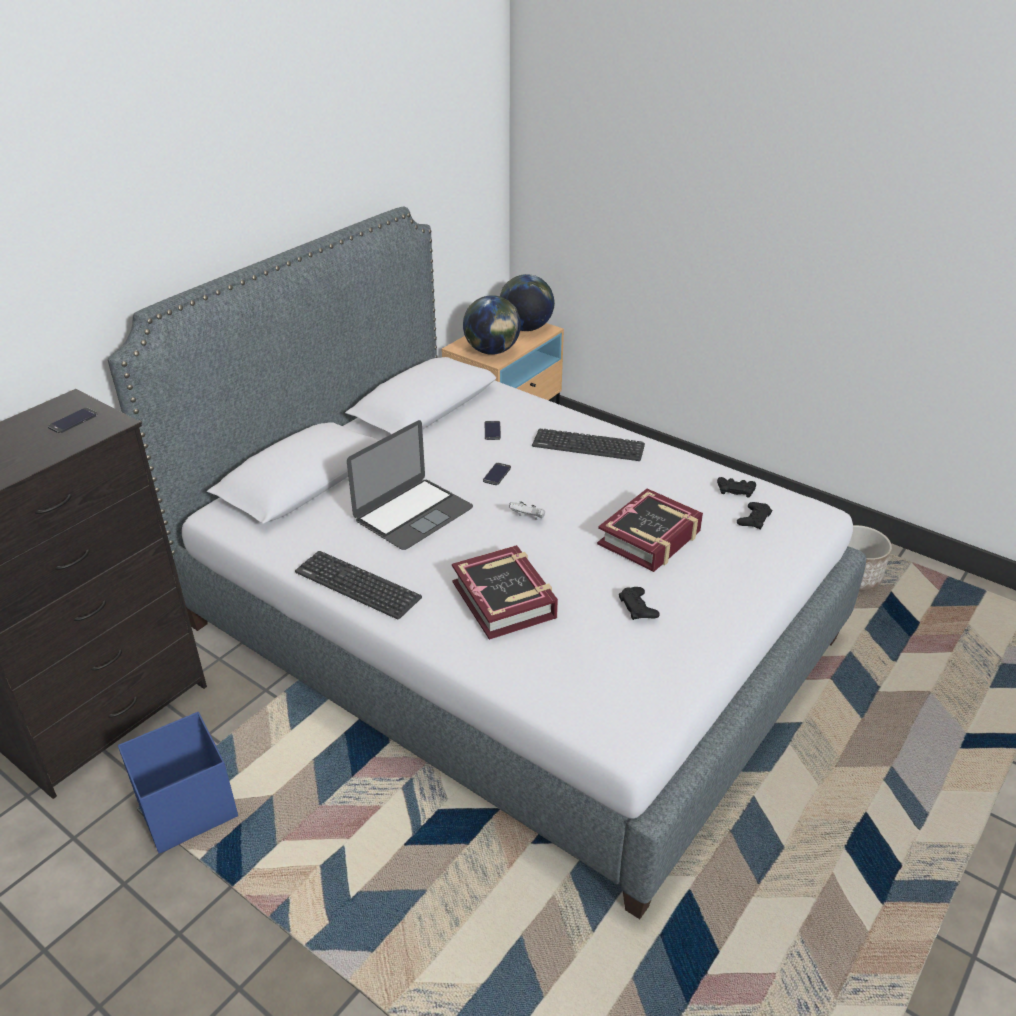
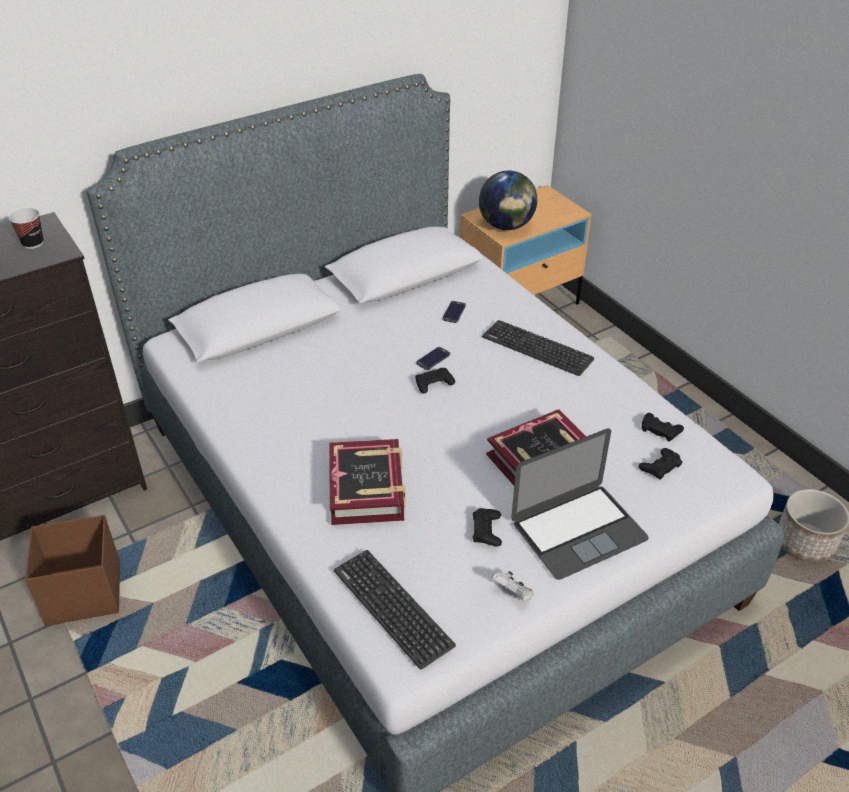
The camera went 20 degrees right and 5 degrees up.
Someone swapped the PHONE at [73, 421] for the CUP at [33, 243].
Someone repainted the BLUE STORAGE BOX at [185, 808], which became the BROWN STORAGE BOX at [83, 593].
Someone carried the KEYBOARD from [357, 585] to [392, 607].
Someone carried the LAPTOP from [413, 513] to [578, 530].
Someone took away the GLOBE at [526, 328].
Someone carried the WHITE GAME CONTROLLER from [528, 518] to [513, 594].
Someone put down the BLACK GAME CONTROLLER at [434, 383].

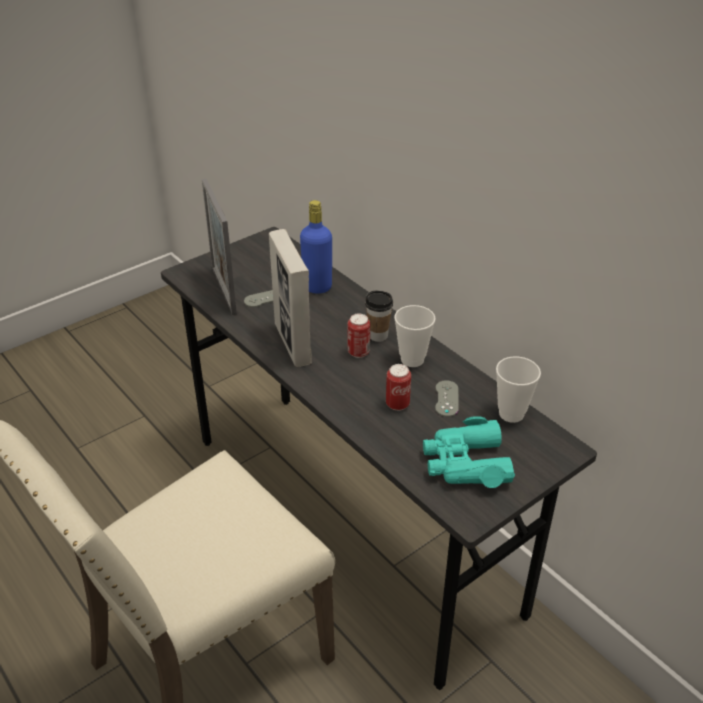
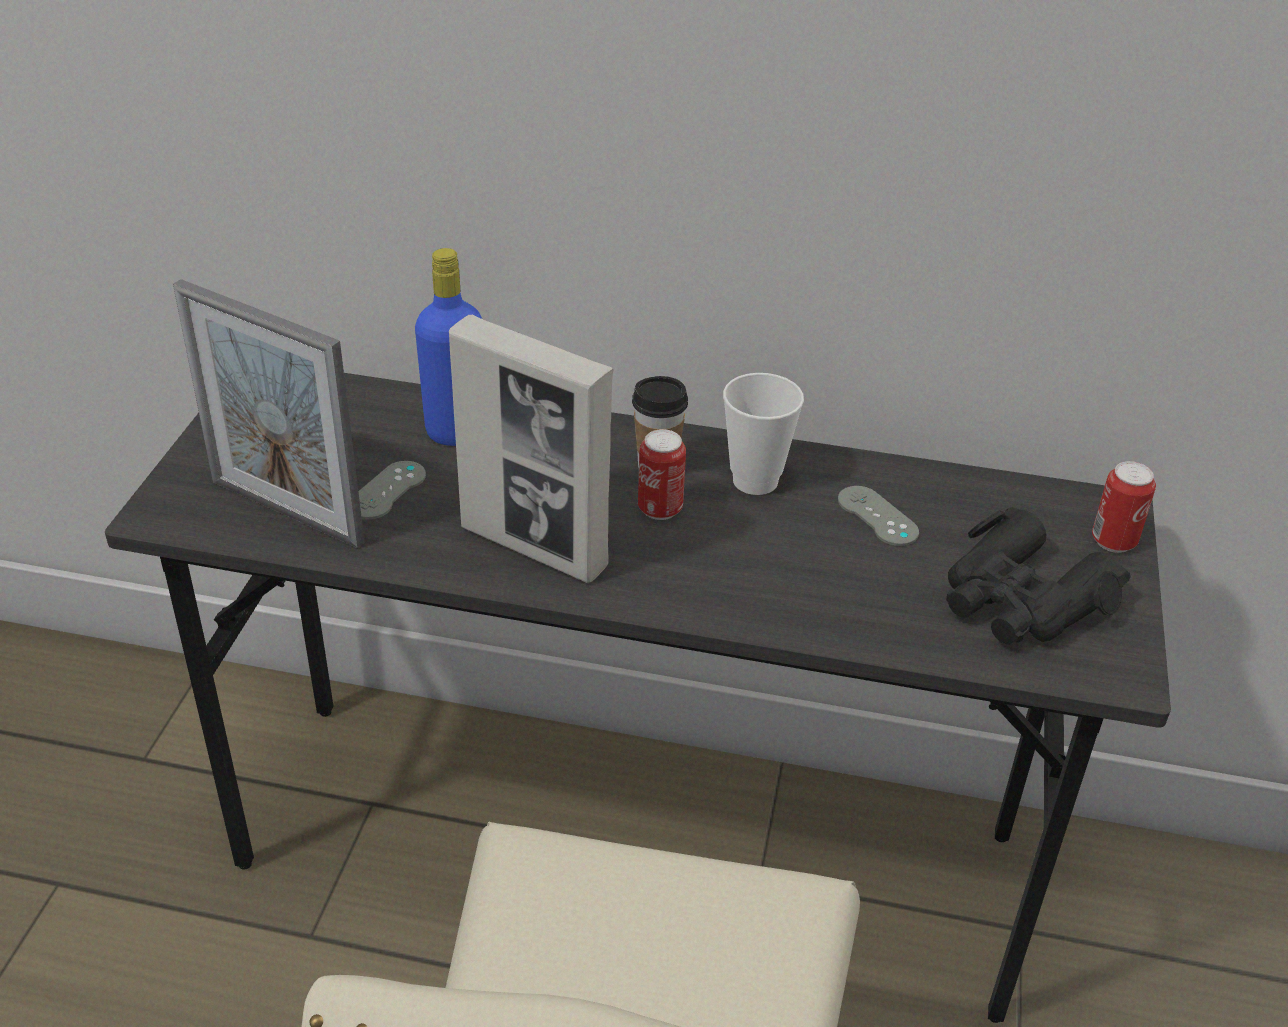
The camera went 40 degrees left and 0 degrees up.
Someone carried the CAN from [397, 404] to [1113, 541].
Someone repainted the TURQUOISE BINOCULARS at [465, 463], which became the BLACK BINOCULARS at [1021, 600].
Someone took away the CUP at [511, 414].

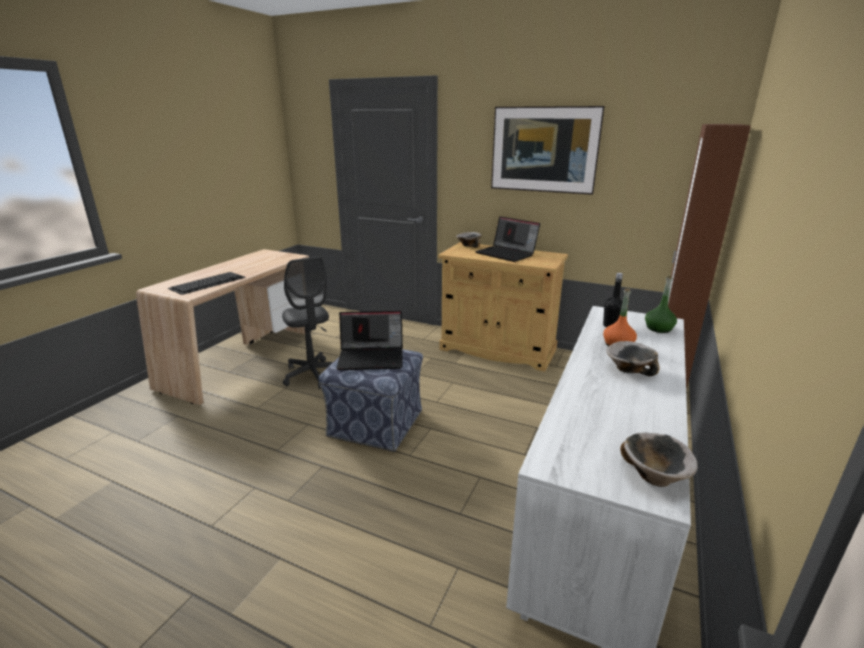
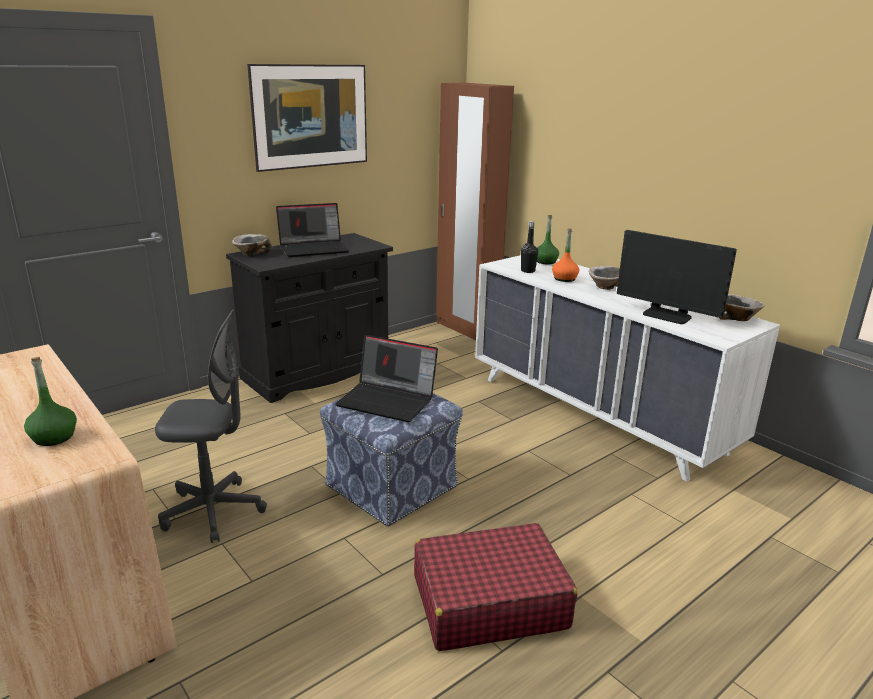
The camera went 65 degrees left and 0 degrees up.
Someone swapped the KEYBOARD at [208, 282] for the GREEN BOTTLE at [54, 437].
Someone rotated the LAPTOP at [372, 357] by 90 degrees clockwise.
Someone repainted the BEIGE CABINET at [497, 349], which became the BLACK CABINET at [317, 372].
Someone put down the RED SUITCASE at [488, 602].
Someone put down the MONITOR at [667, 316].

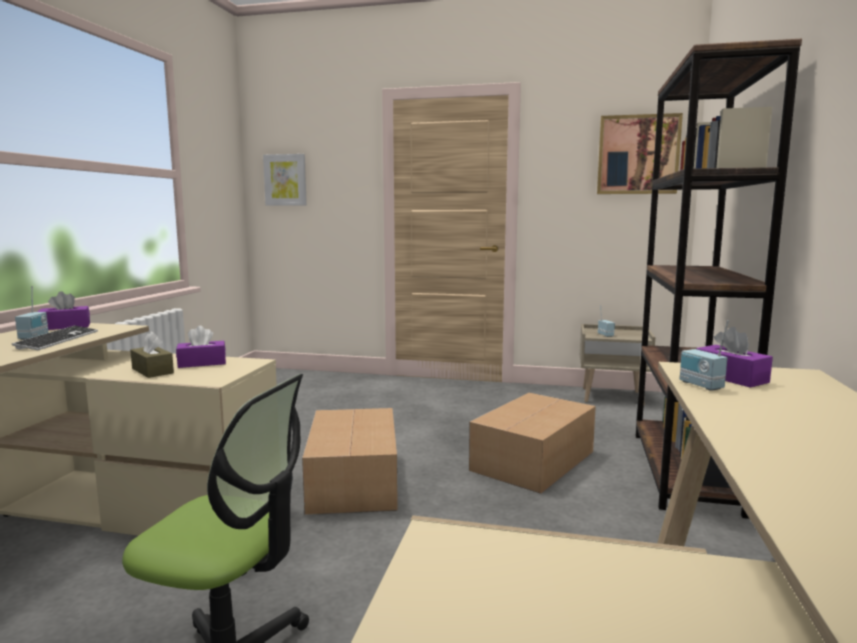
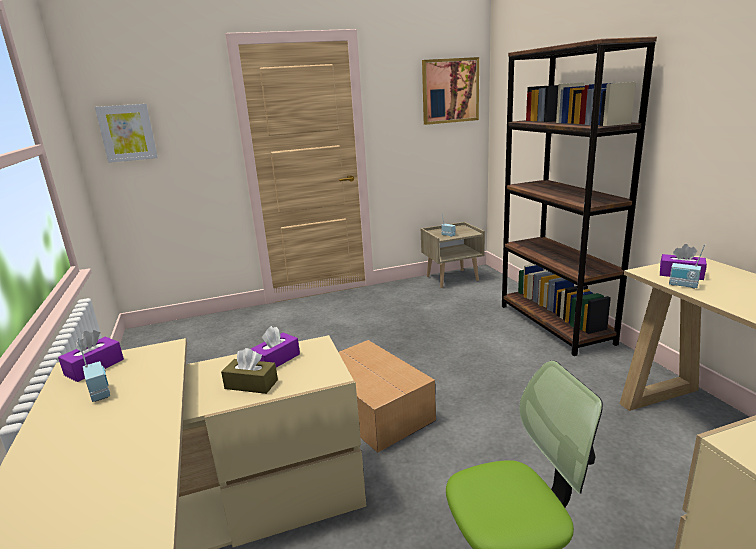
The camera went 30 degrees left and 10 degrees up.
Someone took away the KEYBOARD at [58, 340].
Someone took away the CARDBOARD BOX at [535, 460].

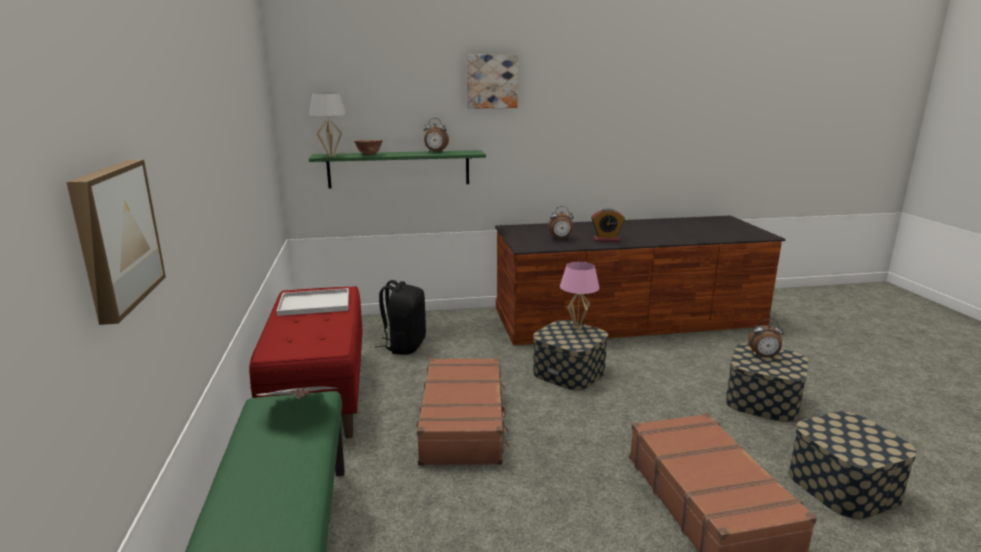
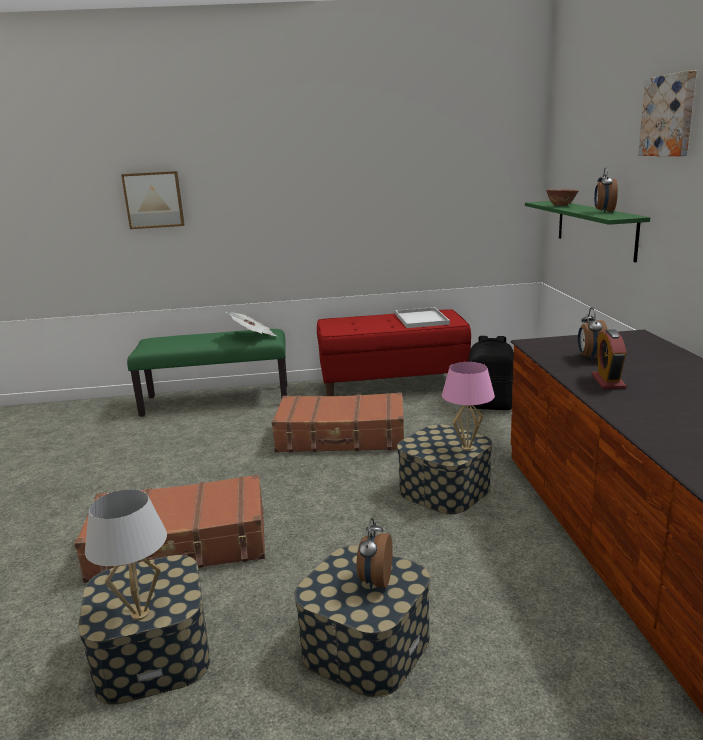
The camera went 95 degrees right and 0 degrees up.
Someone carried the WHITE TABLE LAMP from [331, 155] to [141, 614].

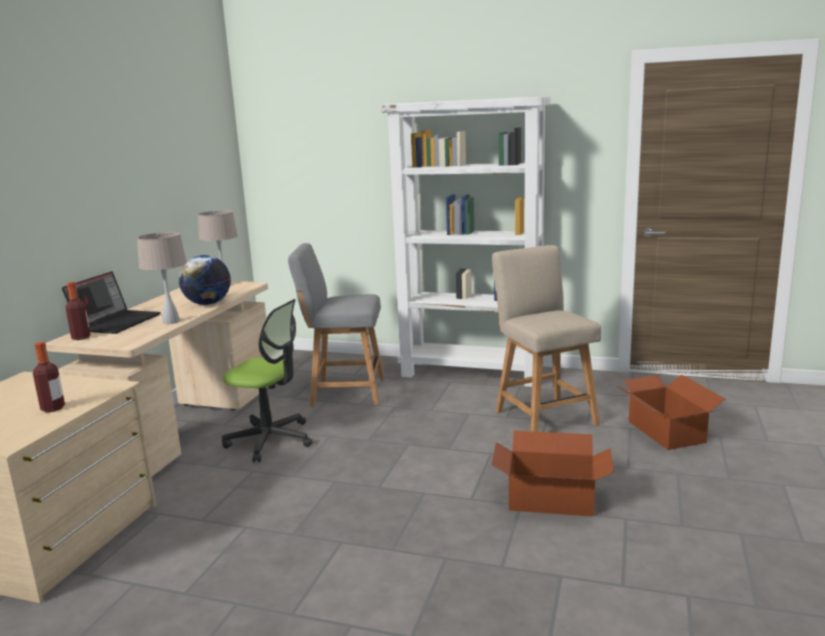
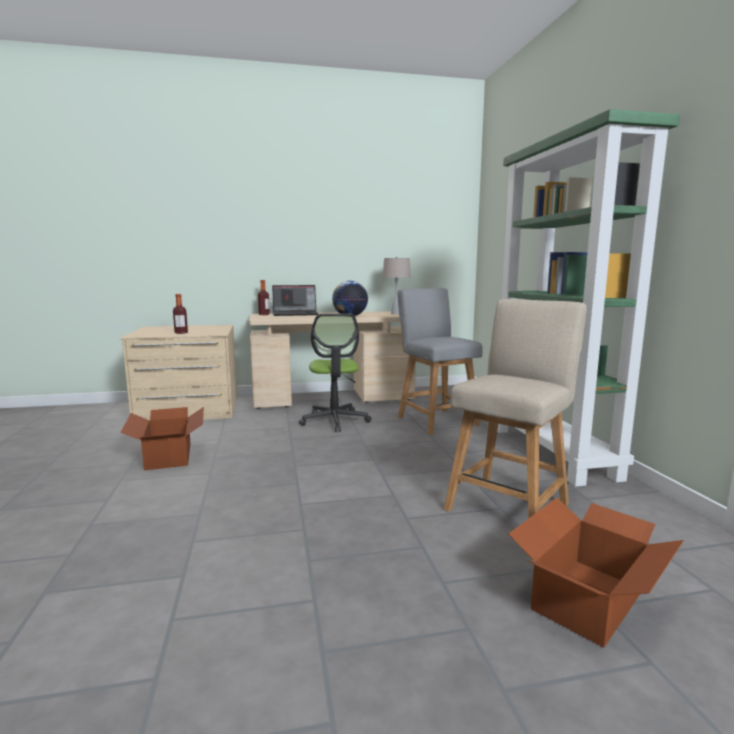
The camera went 60 degrees right and 5 degrees down.
Someone took away the BEIGE TABLE LAMP at [171, 321].
Someone repainted the WHITE BOOKCASE at [473, 373], which became the GREEN BOOKCASE at [553, 452].
Someone carried the CARDBOARD BOX from [552, 500] to [168, 456].

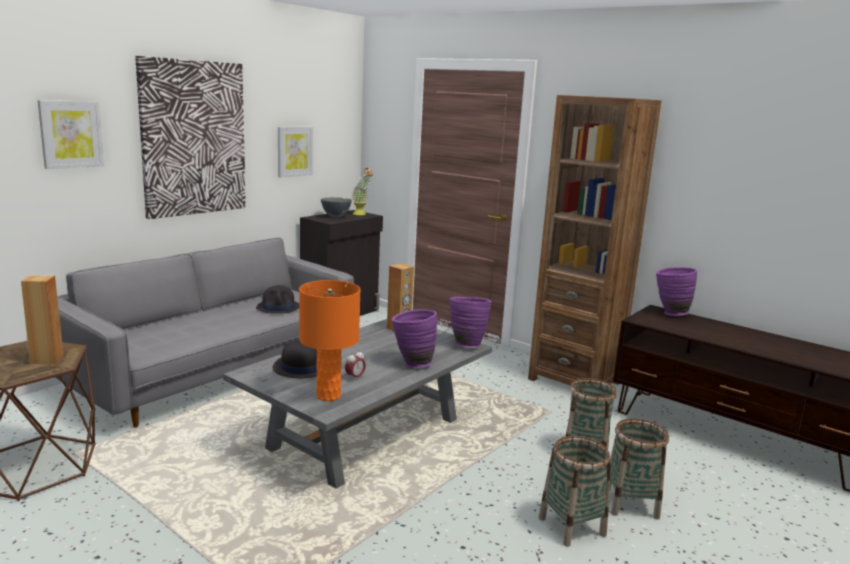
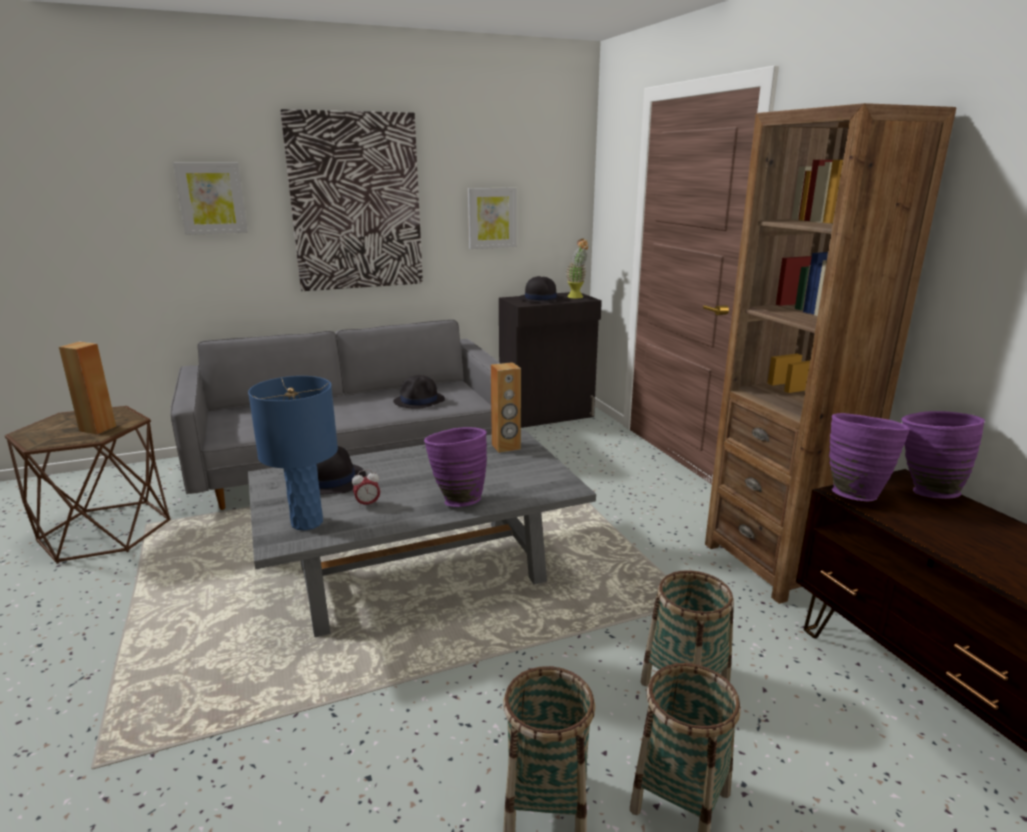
The camera went 30 degrees right and 5 degrees up.
Someone repainted the ORANGE TABLE LAMP at [328, 396], which became the BLUE TABLE LAMP at [306, 523].
Someone swapped the GREY BOWL at [336, 217] for the BLACK HAT at [540, 299].
Someone carried the PURPLE VASE from [466, 344] to [854, 493].

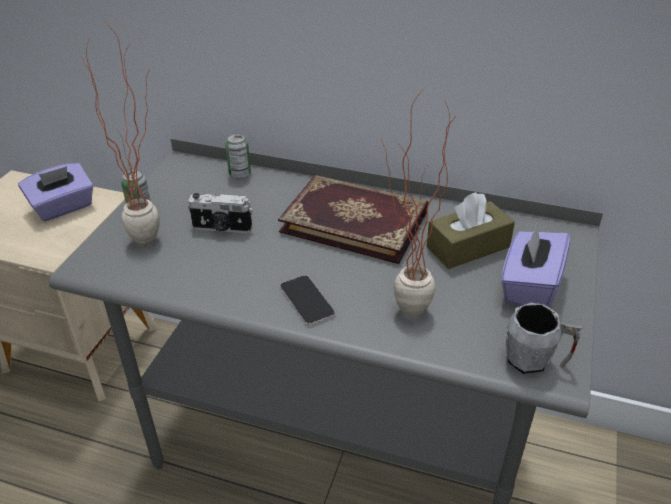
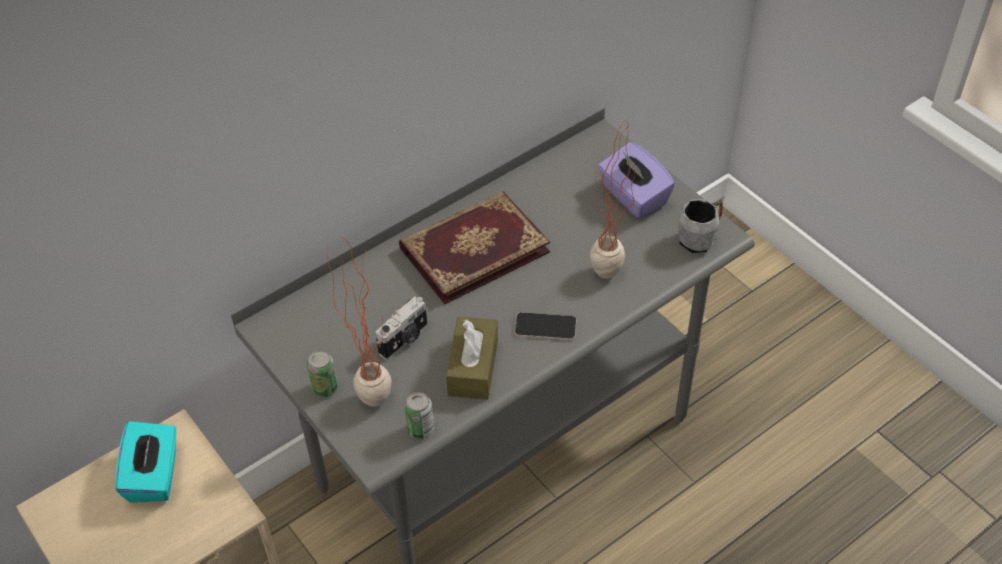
The camera went 55 degrees left and 10 degrees up.
Someone repainted the PURPLE TISSUE BOX at [63, 207], which became the TURQUOISE TISSUE BOX at [154, 476].
Someone carried the CAN from [240, 174] to [421, 430].
Someone carried the BROWN TISSUE BOX from [468, 247] to [473, 367].

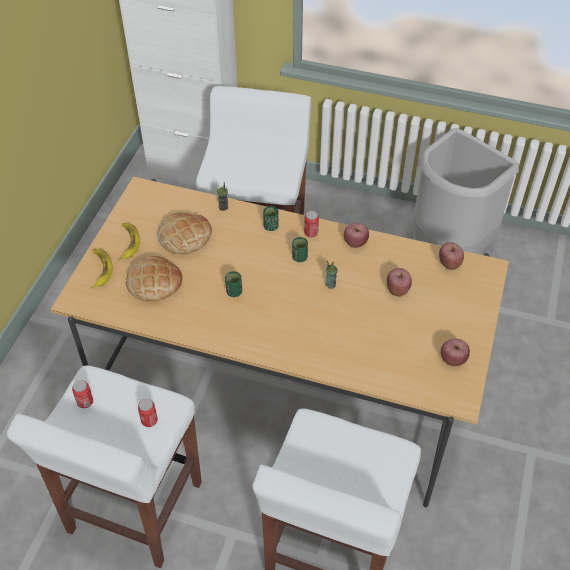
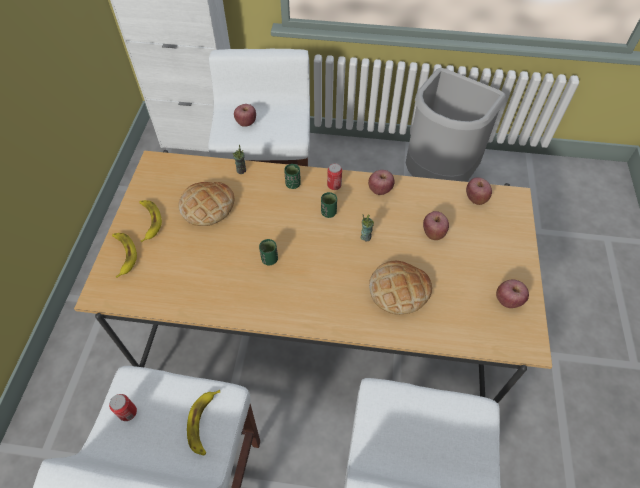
The camera went 10 degrees left and 5 degrees up.
Someone carried the BREAD from [154, 282] to [399, 290].
Someone swapped the CAN at [149, 420] for the BANANA at [204, 423].
Someone put down the APPLE at [246, 122].

